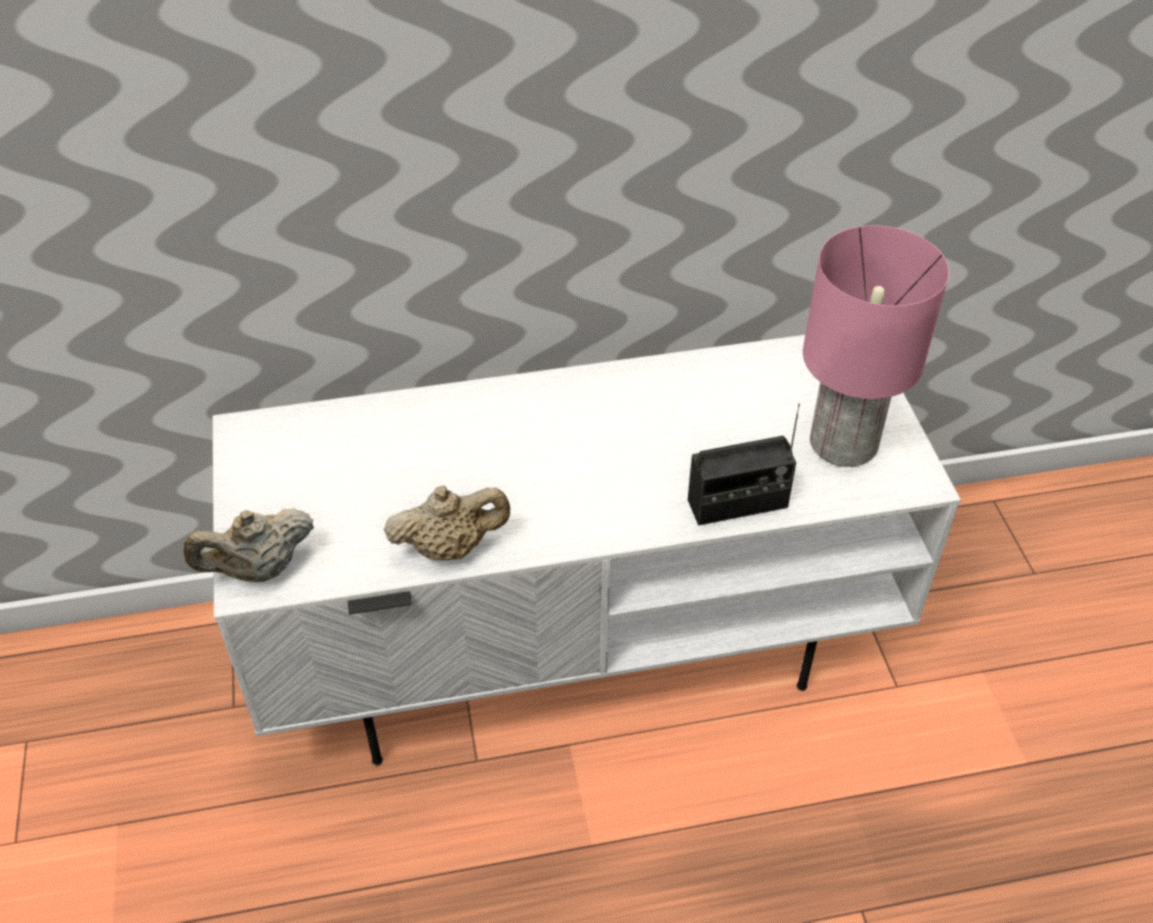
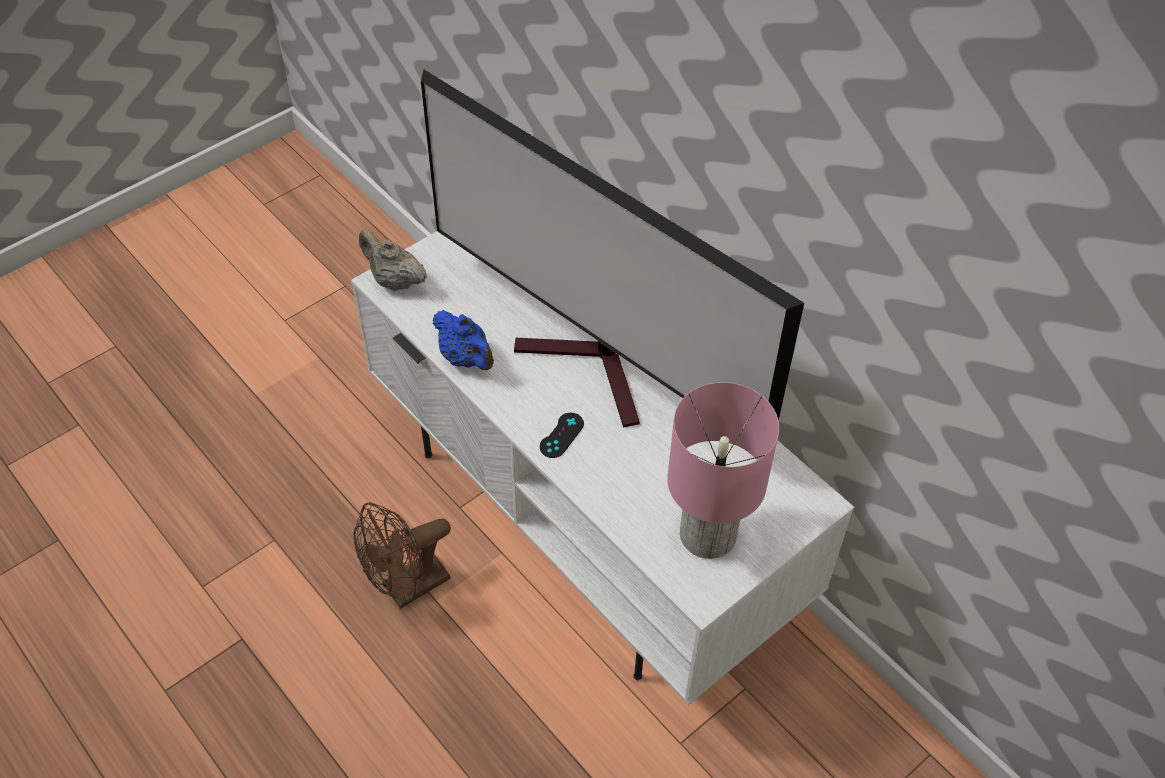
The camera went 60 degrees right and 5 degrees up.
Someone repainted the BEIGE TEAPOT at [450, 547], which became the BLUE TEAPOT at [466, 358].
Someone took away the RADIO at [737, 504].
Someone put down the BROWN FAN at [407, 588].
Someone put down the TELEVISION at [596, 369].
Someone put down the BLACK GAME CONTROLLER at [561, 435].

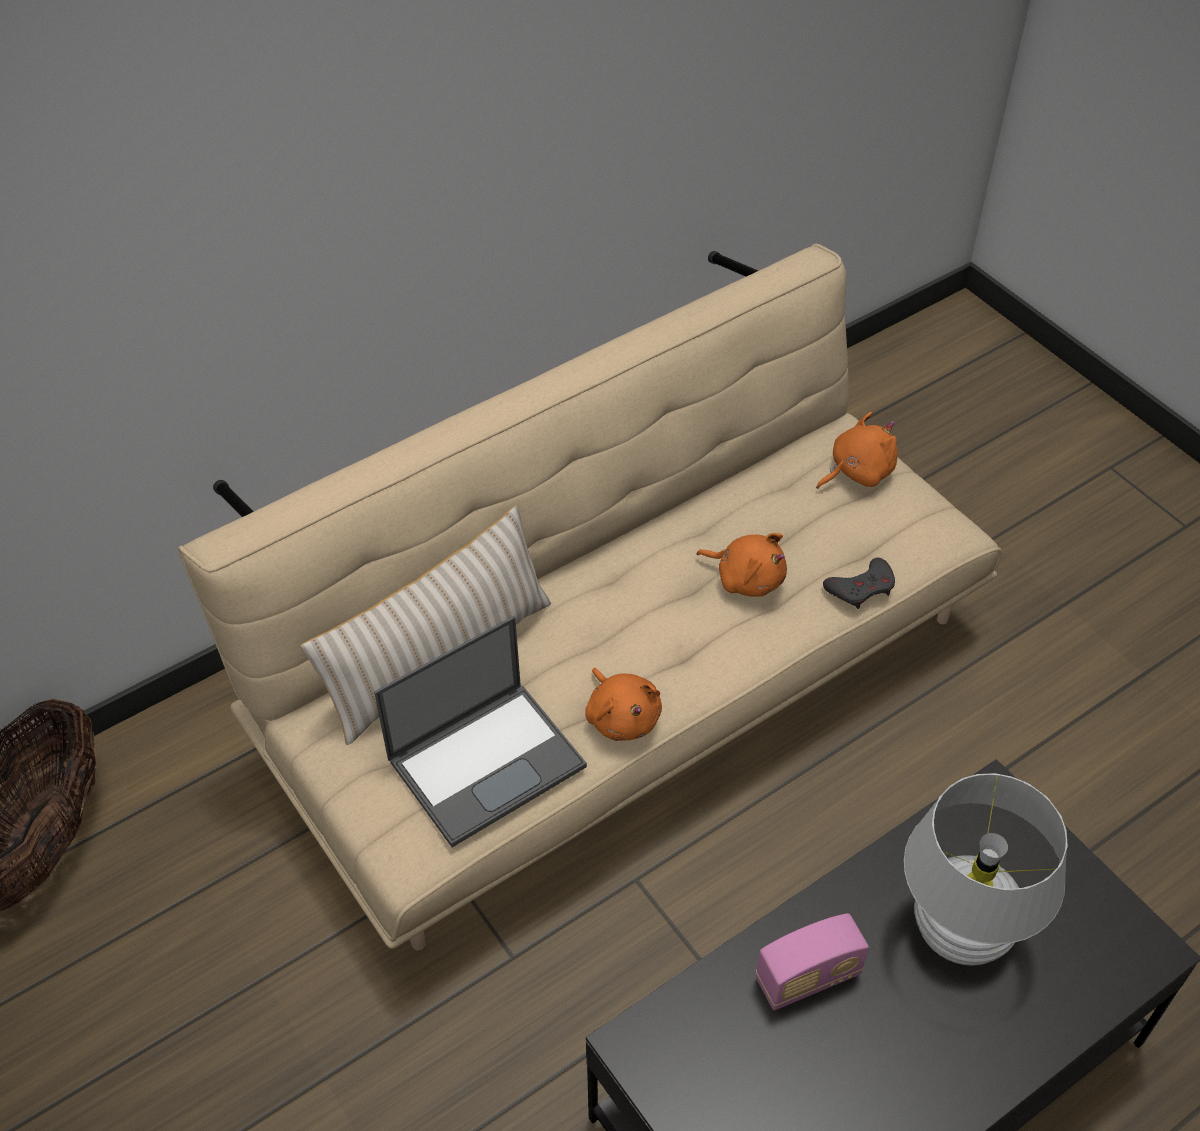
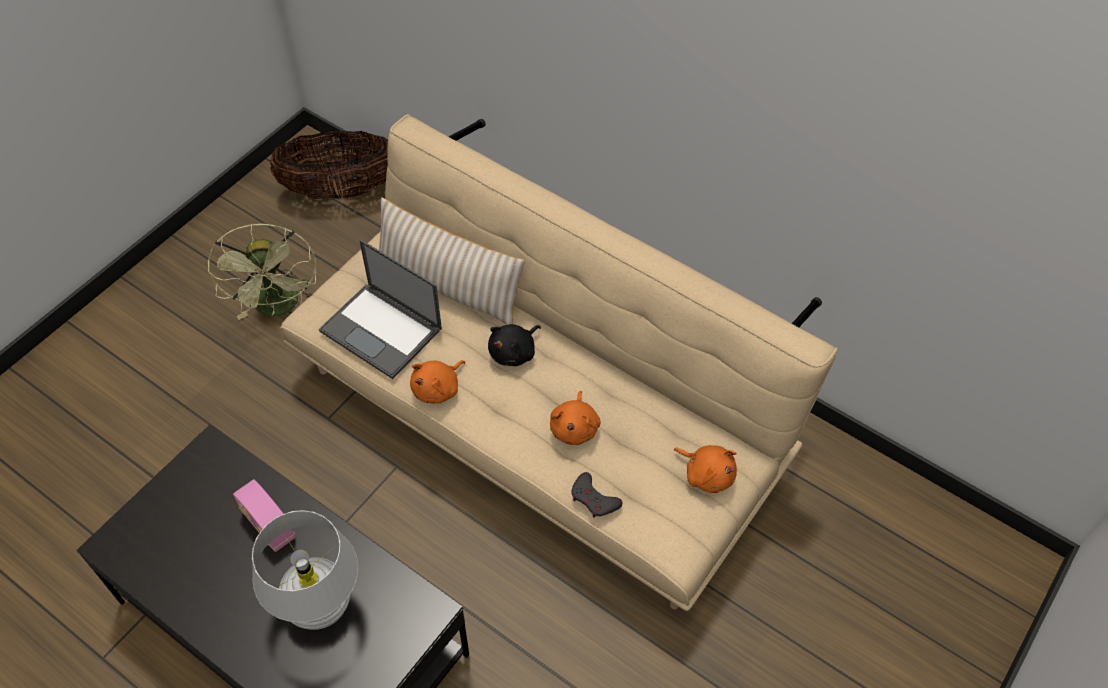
The camera went 70 degrees right and 5 degrees up.
Someone put down the GREEN FAN at [279, 307].
Someone put down the BLACK PLUSH TOY at [514, 352].

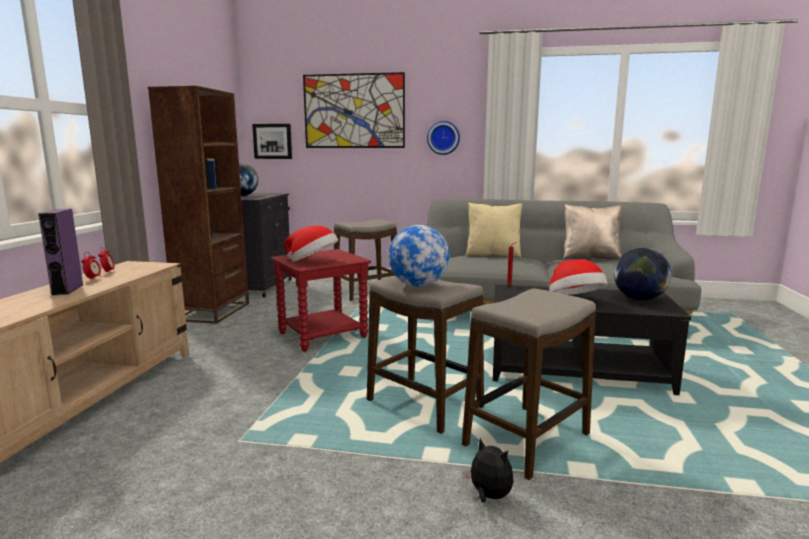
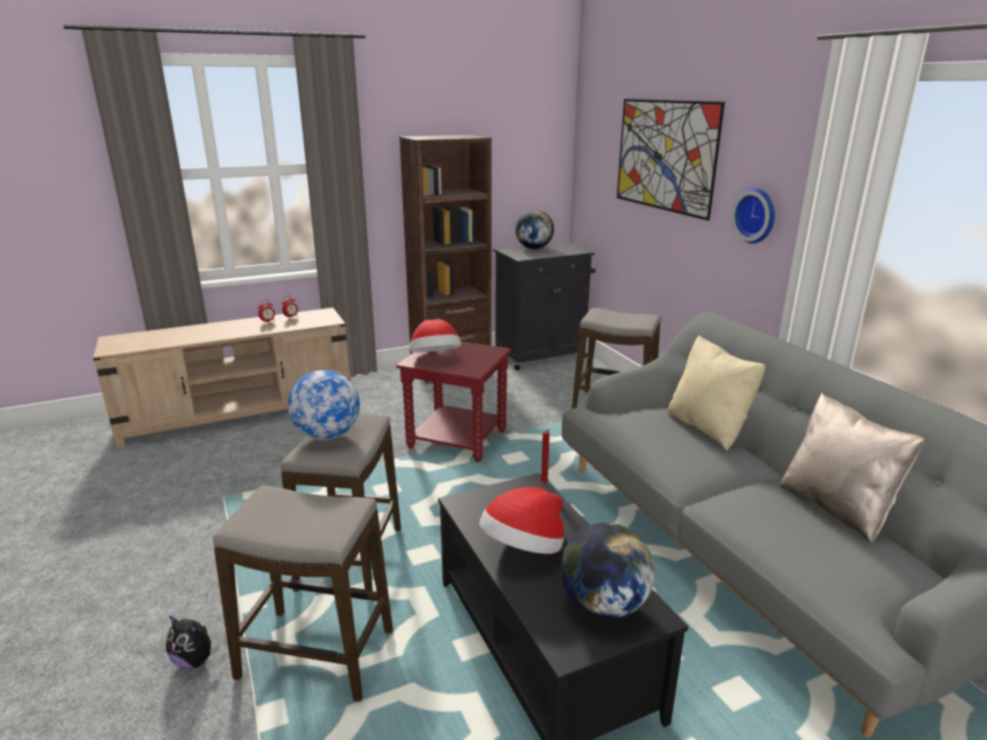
The camera went 55 degrees right and 10 degrees up.
Someone took away the PURPLE SPEAKER at [67, 289].
Someone took away the PICTURE at [272, 141].
Someone rotated the PLUSH TOY at [489, 496] by 105 degrees clockwise.

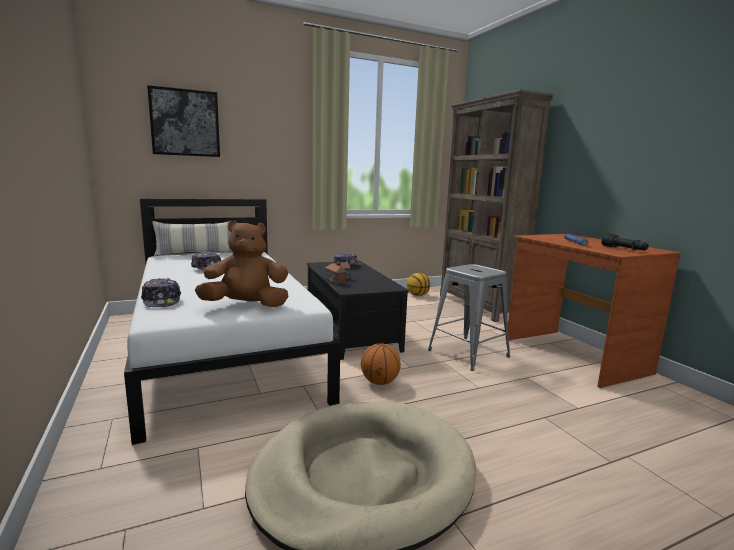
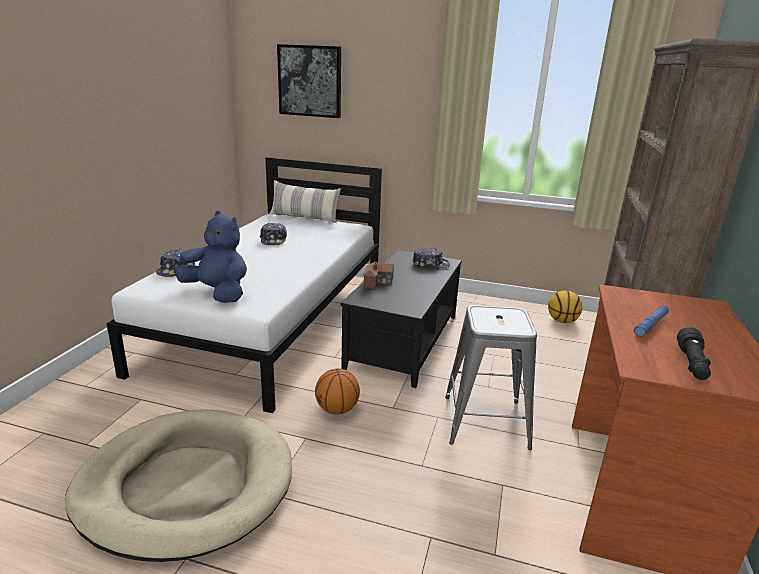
The camera went 40 degrees right and 10 degrees up.
Someone repainted the BROWN PLUSH TOY at [246, 306], which became the BLUE PLUSH TOY at [217, 293].

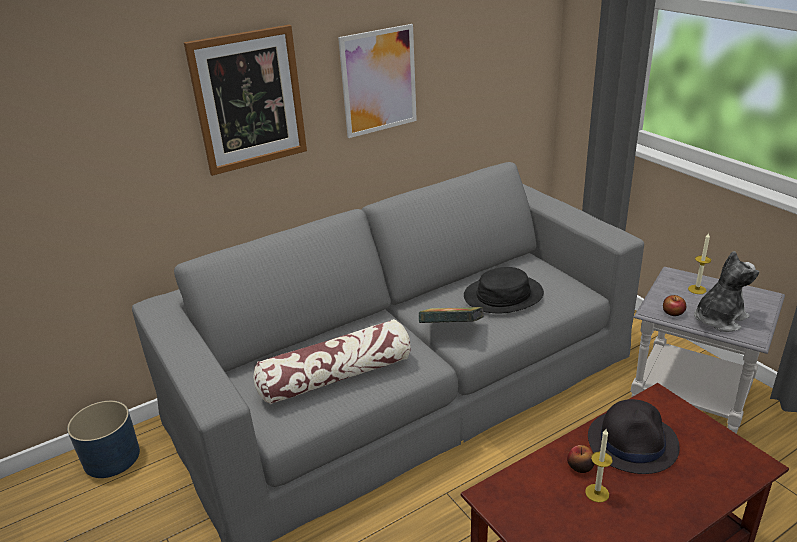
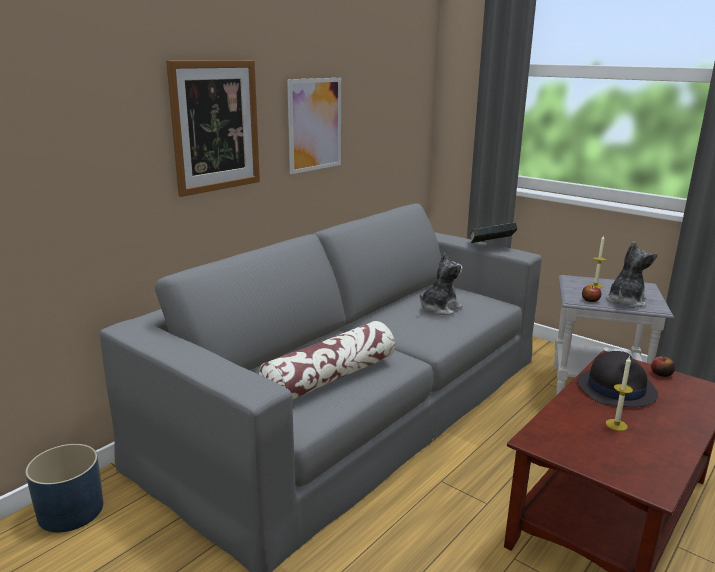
The camera went 20 degrees left and 10 degrees down.
Someone carried the BOOK from [451, 330] to [491, 246].
Someone swapped the BLACK HAT at [503, 295] for the PLUSH TOY at [439, 308].
Someone carried the APPLE from [580, 466] to [661, 374].

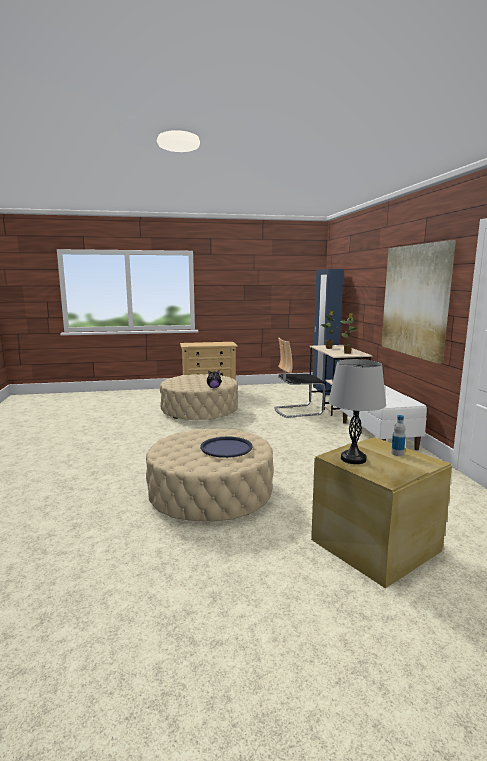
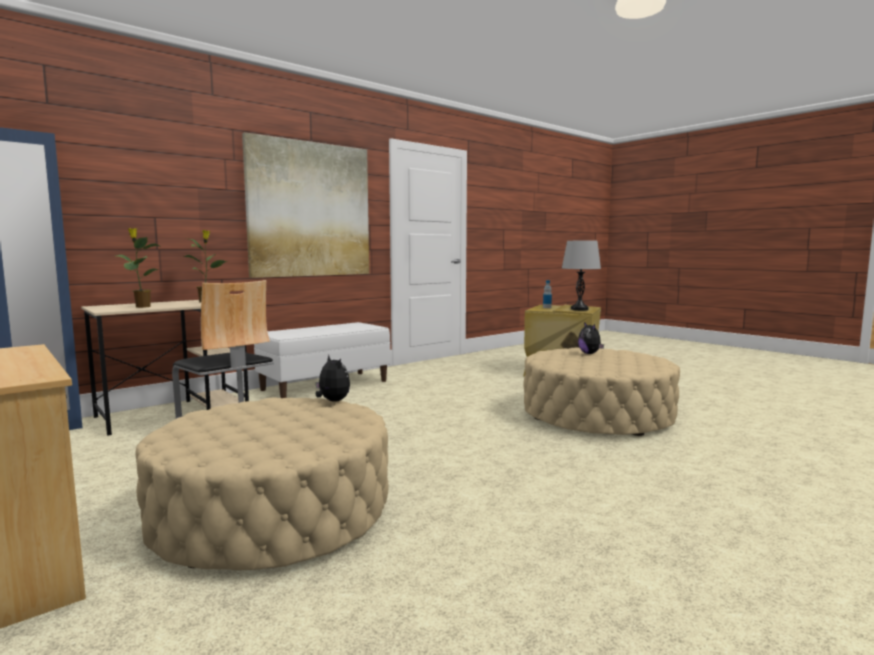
The camera went 120 degrees left and 5 degrees down.
Someone swapped the BLUE TRAY at [226, 448] for the PLUSH TOY at [590, 353].

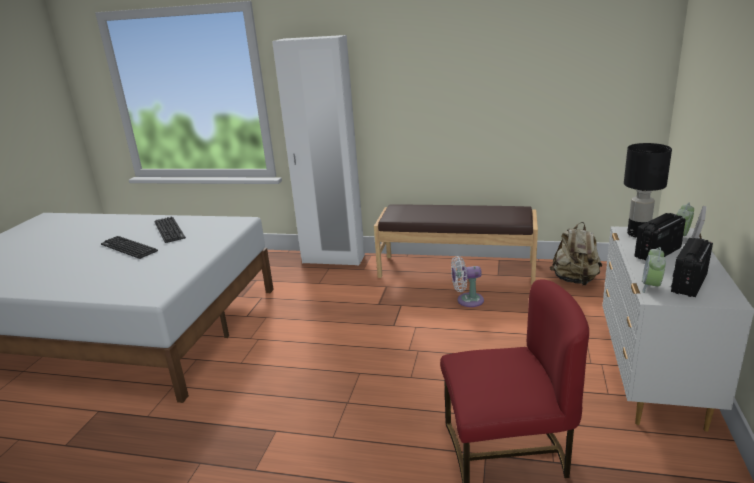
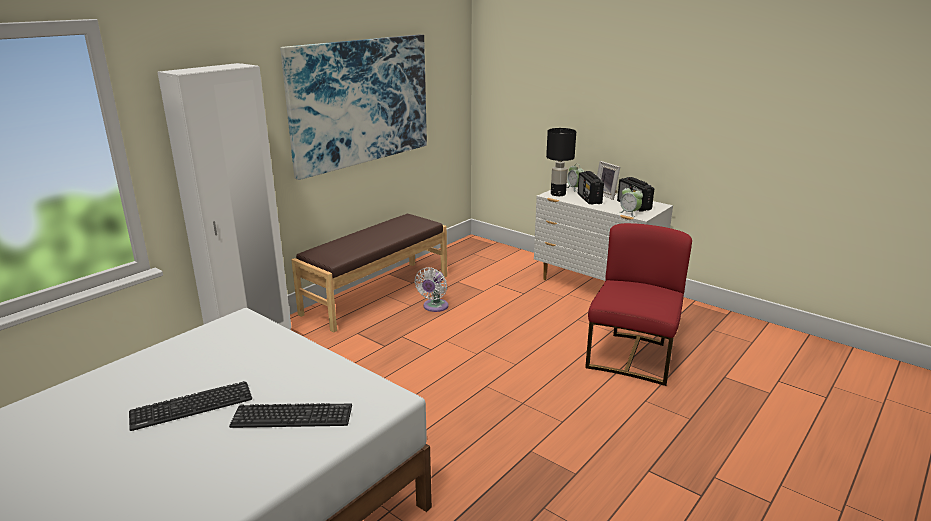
The camera went 65 degrees left and 0 degrees up.
Someone carried the KEYBOARD from [169, 230] to [292, 416].
Someone took away the BEIGE BACKPACK at [575, 280].
Someone put up the PICTURE at [360, 102].

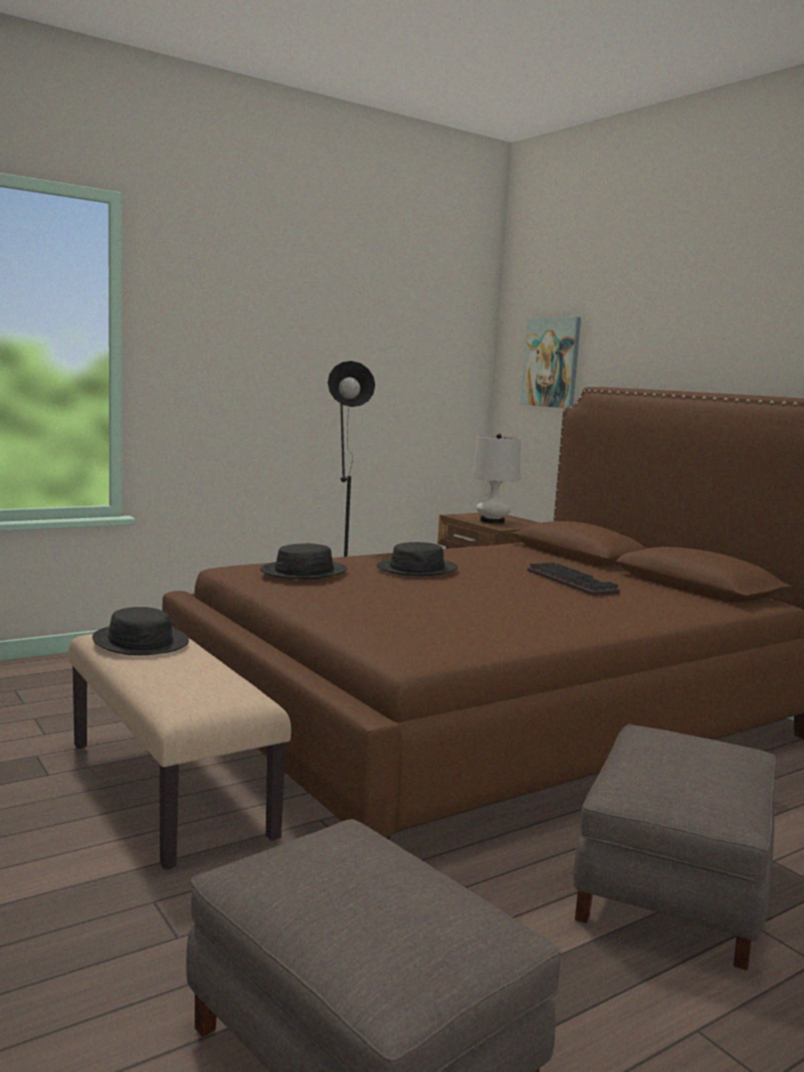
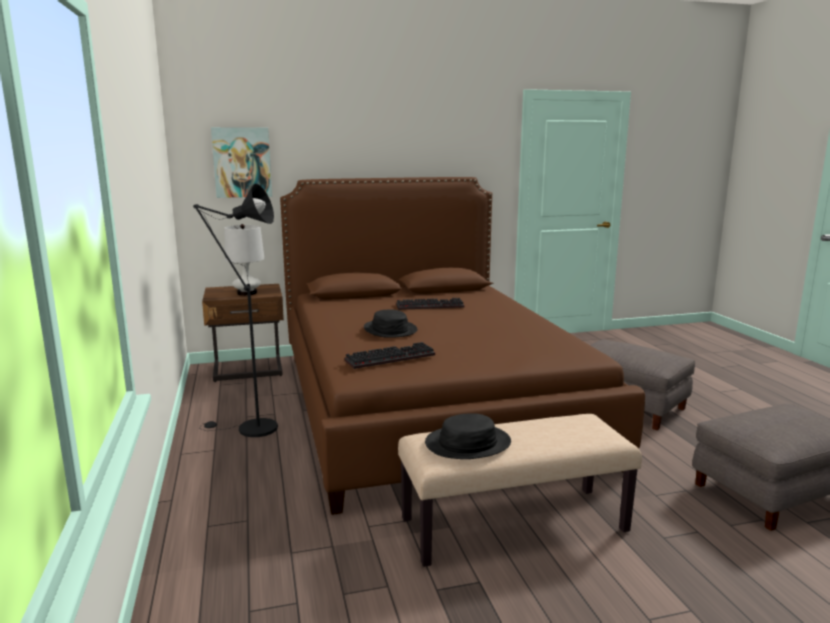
The camera went 70 degrees left and 5 degrees up.
Someone swapped the BLACK HAT at [304, 572] for the KEYBOARD at [391, 357].

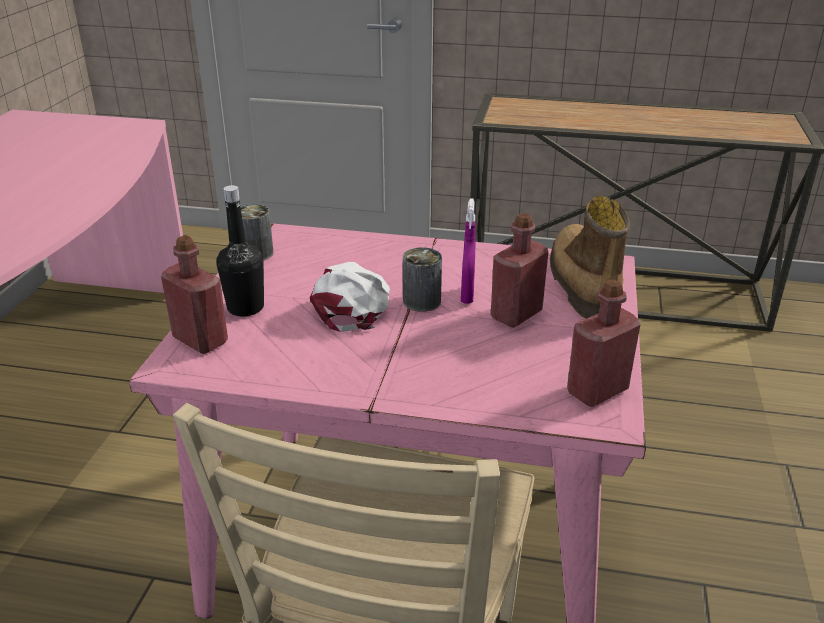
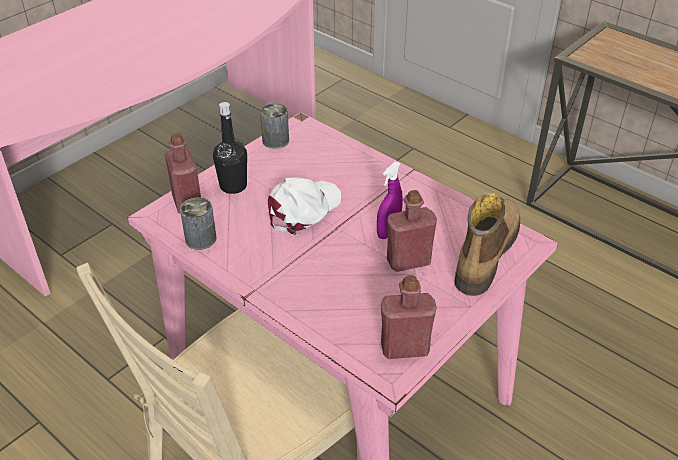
The camera went 30 degrees right and 10 degrees up.
Someone carried the CAN from [421, 301] to [200, 239].

